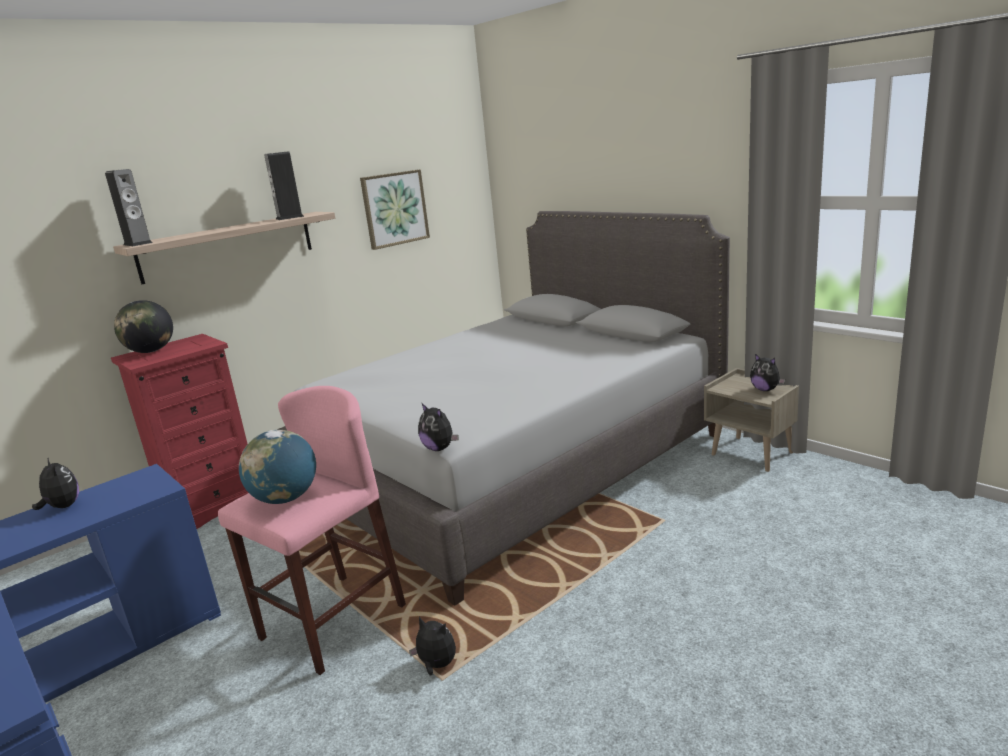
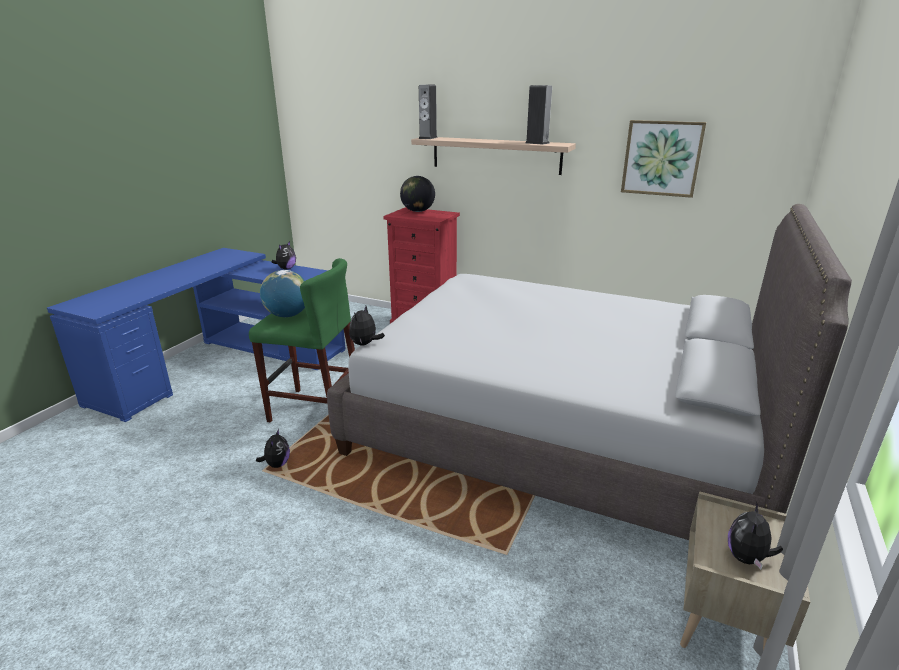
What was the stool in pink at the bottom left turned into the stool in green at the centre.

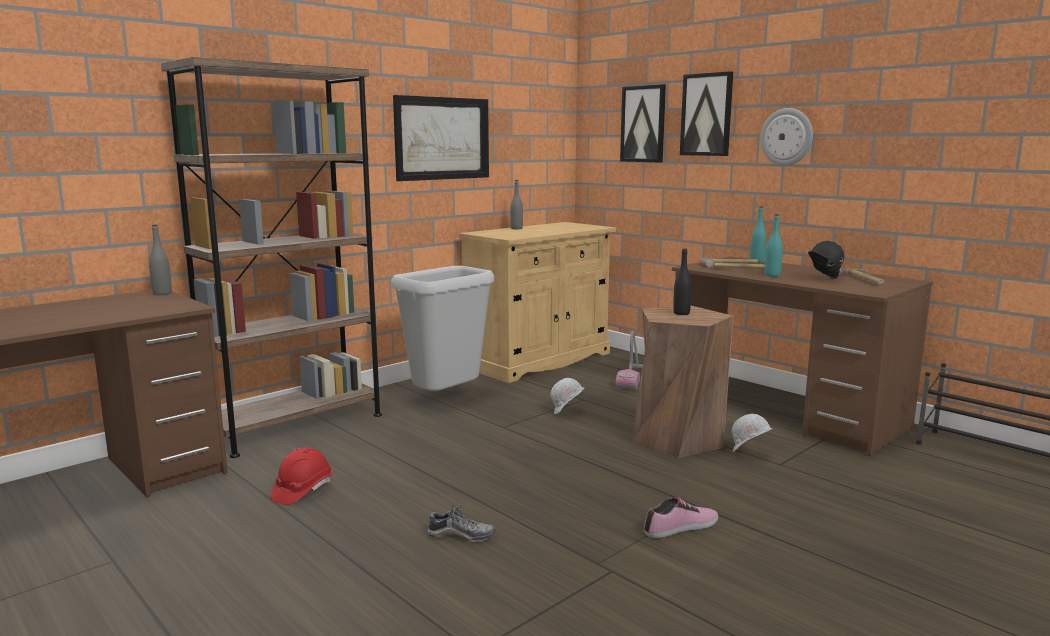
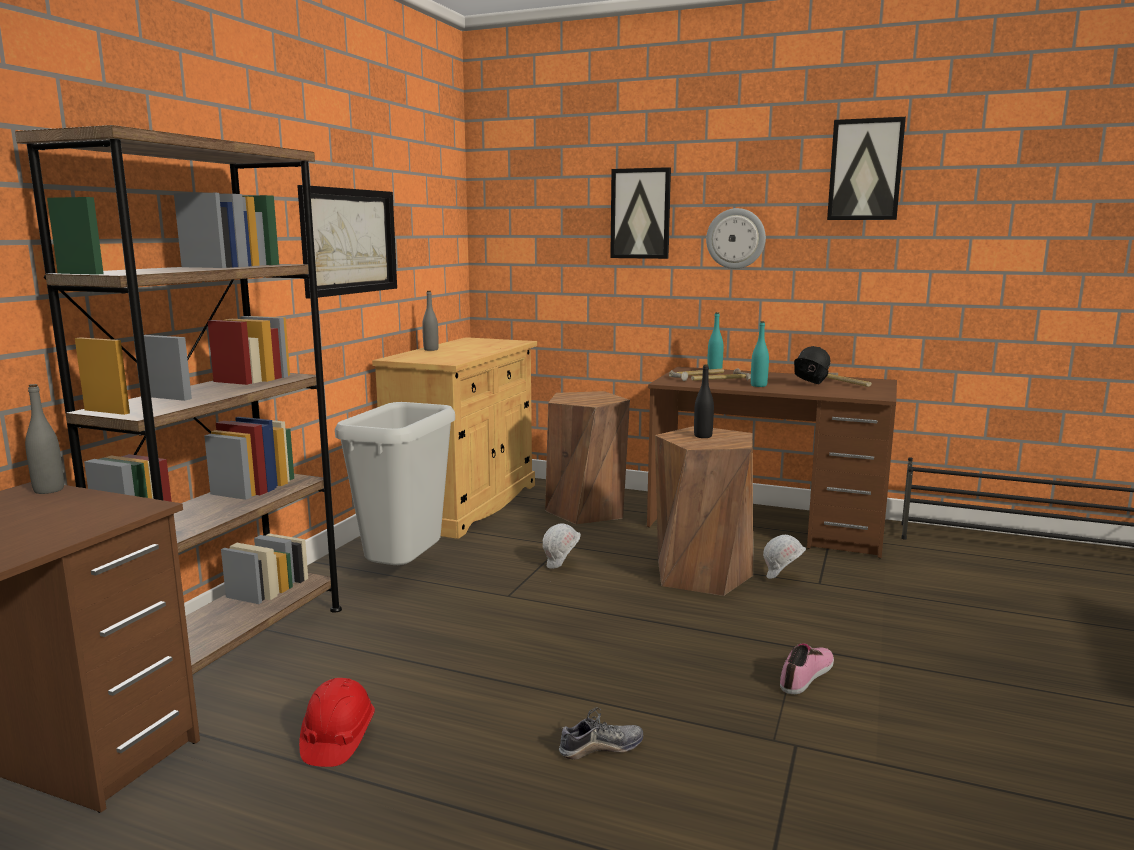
Where the vacuum cleaner stood at the centre, the stool in brown (1st from left) came to stand at the centre. The picture (2nd from left in the first image) ended up elsewhere, having gone from the top centre to the top right.

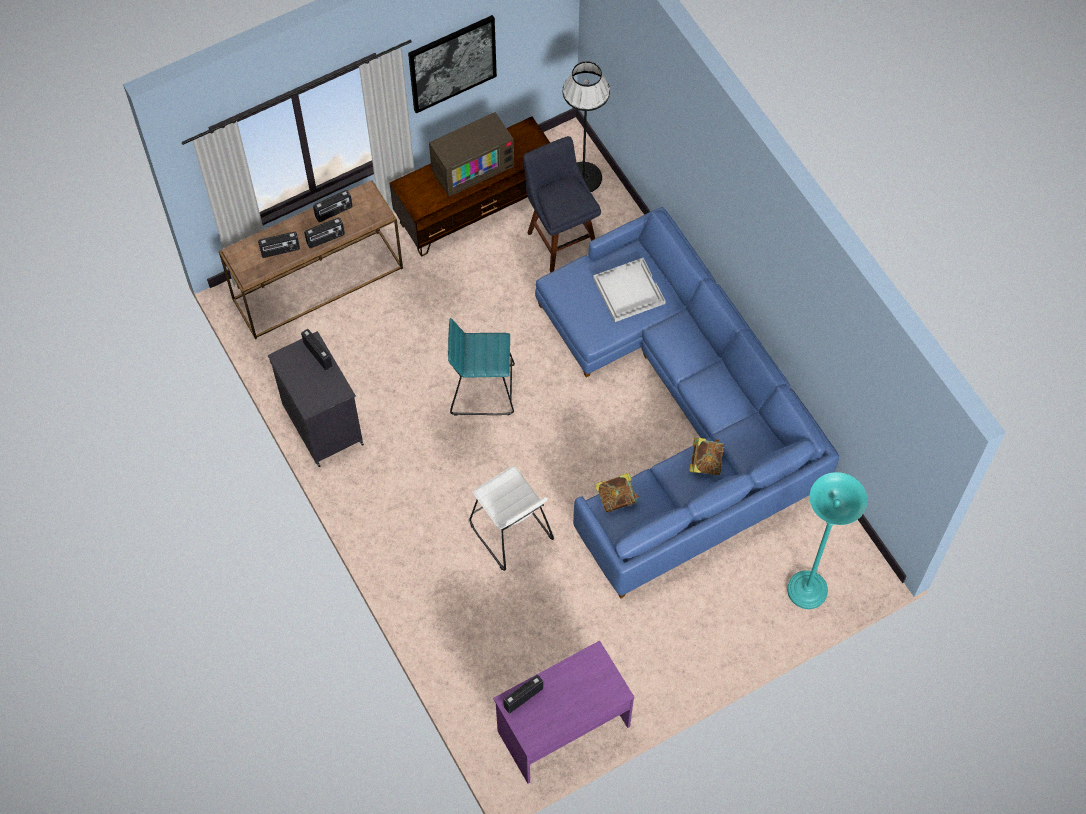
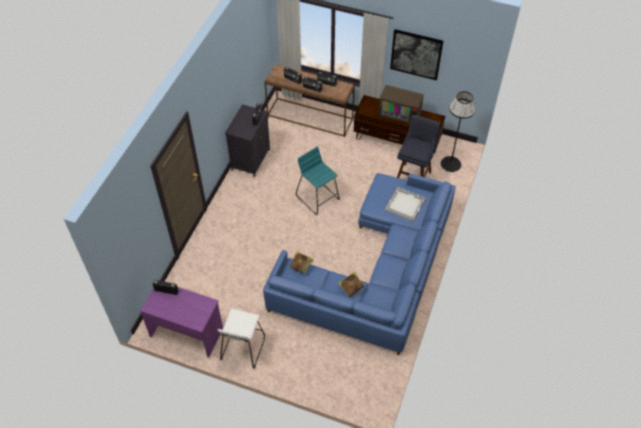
The stool in white ended up elsewhere, having gone from the centre to the bottom centre. The second view lost the floor lamp in turquoise at the middle right.

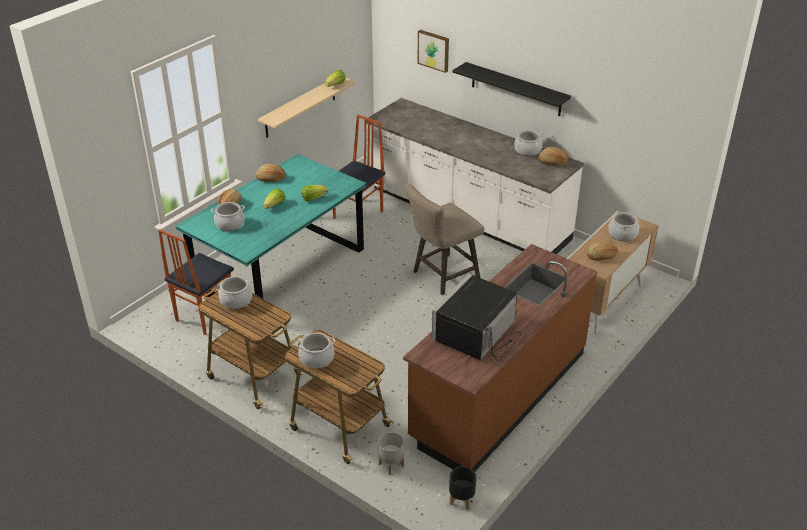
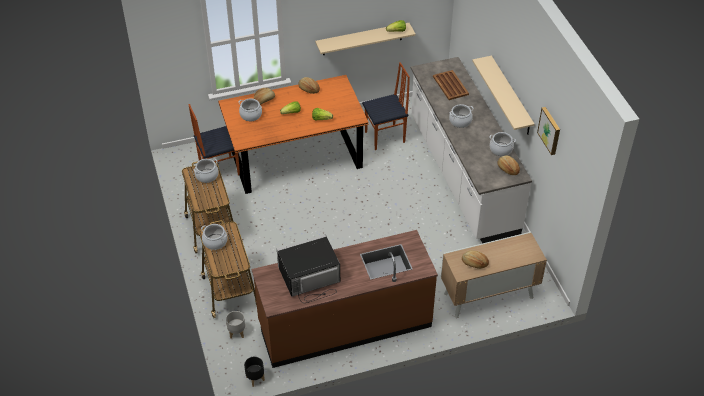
What was the dining table in turquoise at the centre turned into the dining table in orange at the centre. The second view gained the tray in brown at the top centre. The cooking pot (5th from left in the first image) ended up elsewhere, having gone from the middle right to the top centre. What was the shelf in black at the top centre turned into the shelf in beige (2nd from left) at the top right. The picture ended up elsewhere, having gone from the top centre to the top right. The second view lost the stool in beige at the centre.

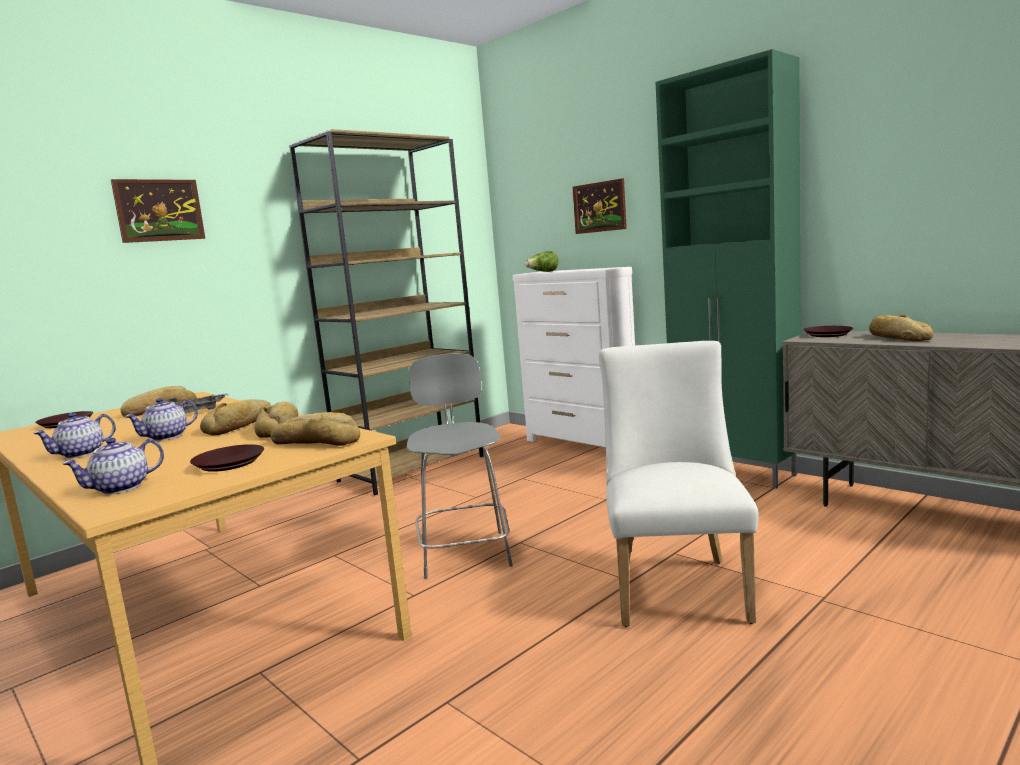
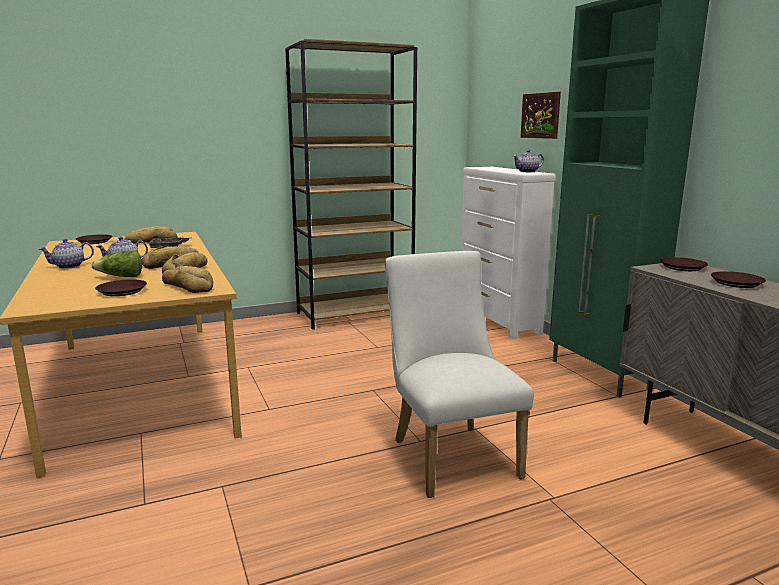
The lettuce ended up elsewhere, having gone from the centre to the middle left. The chair in white at the centre ended up facing another way, 45 degrees counterclockwise from before. The teapot (2nd from left in the first image) ended up elsewhere, having gone from the middle left to the top right. Where the bread (5th from left) stood at the middle right, the plate in brown (4th from left) came to stand at the middle right. The second view lost the picture (1st from left) at the top left. The second view lost the stool in grey at the centre.

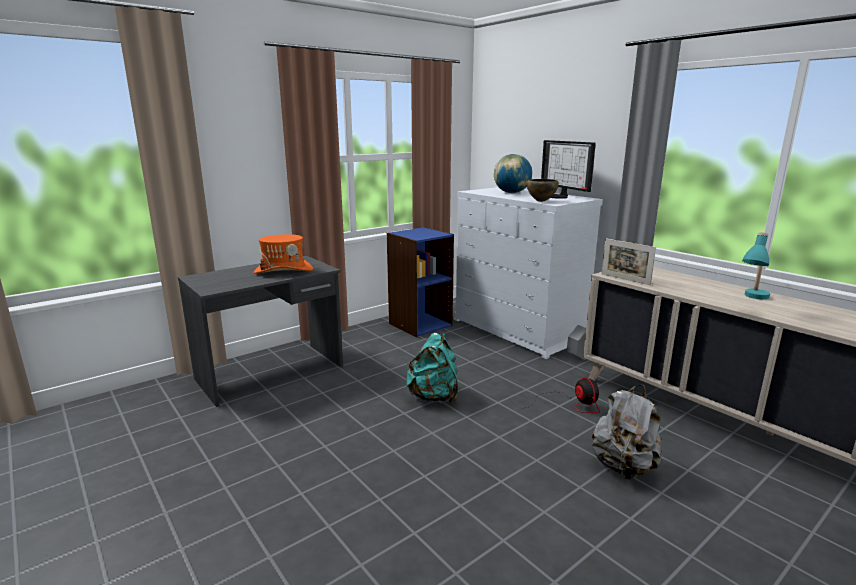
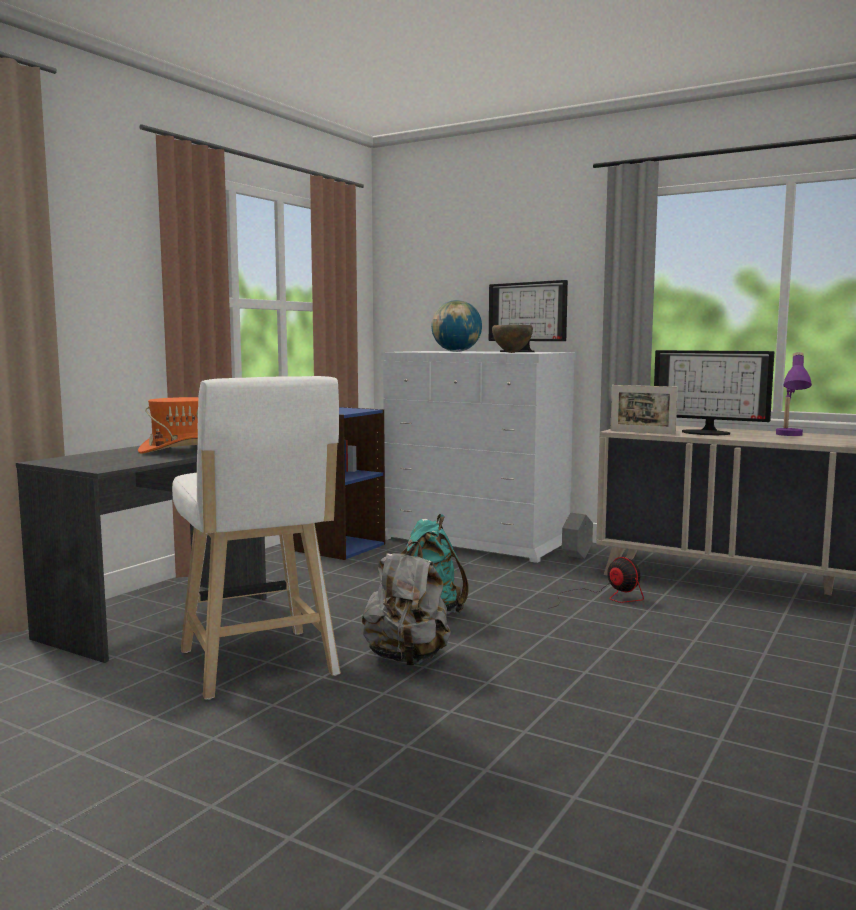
The second view gained the stool in white at the middle left. The backpack in grey ended up elsewhere, having gone from the bottom right to the centre. The second view gained the monitor (2nd from left) at the middle right. What was the table lamp in turquoise at the middle right turned into the table lamp in purple at the middle right.

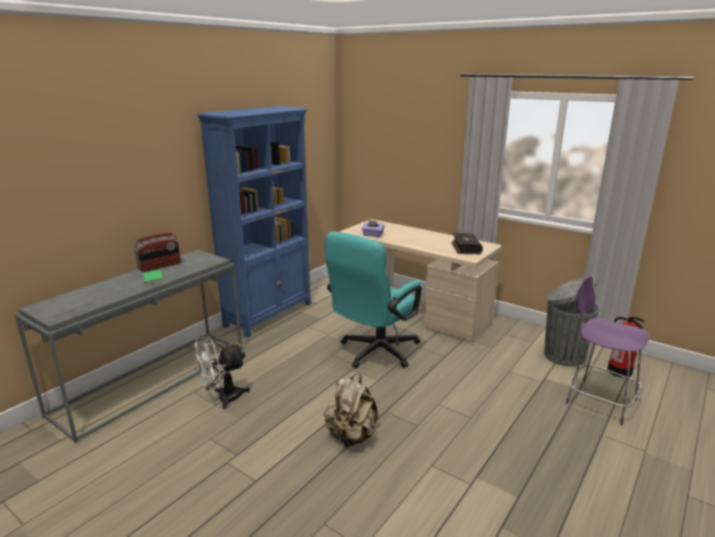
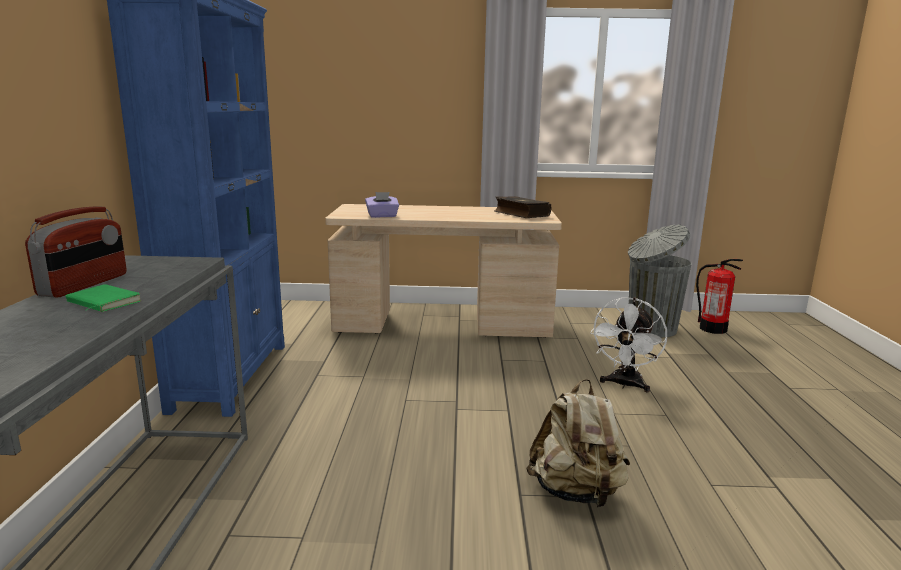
The fan in white ended up elsewhere, having gone from the bottom left to the middle right. The second view lost the office chair in turquoise at the centre. The second view lost the stool in purple at the middle right.

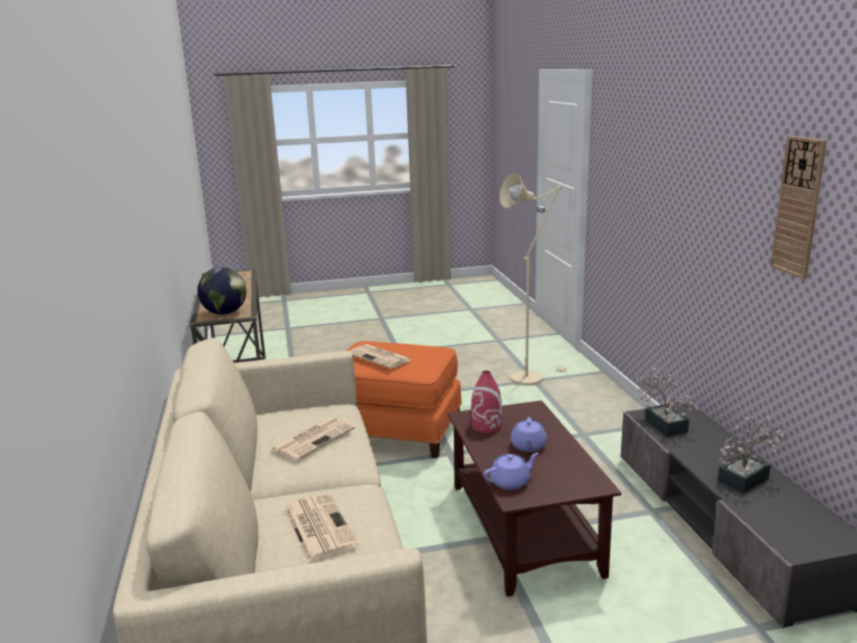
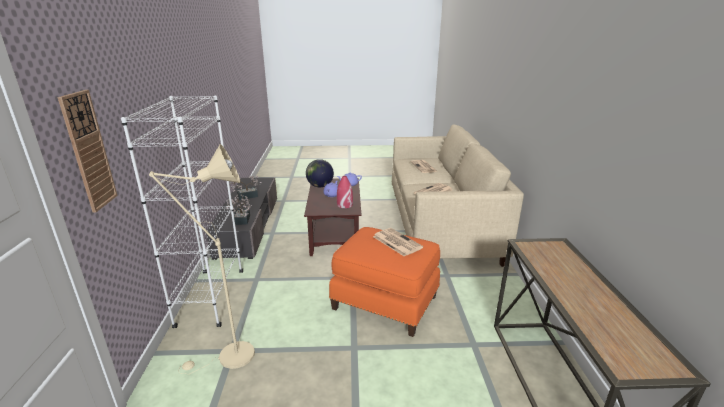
The wall clock ended up elsewhere, having gone from the top right to the middle left. The second view gained the bookcase in white at the middle left. The globe ended up elsewhere, having gone from the middle left to the centre.

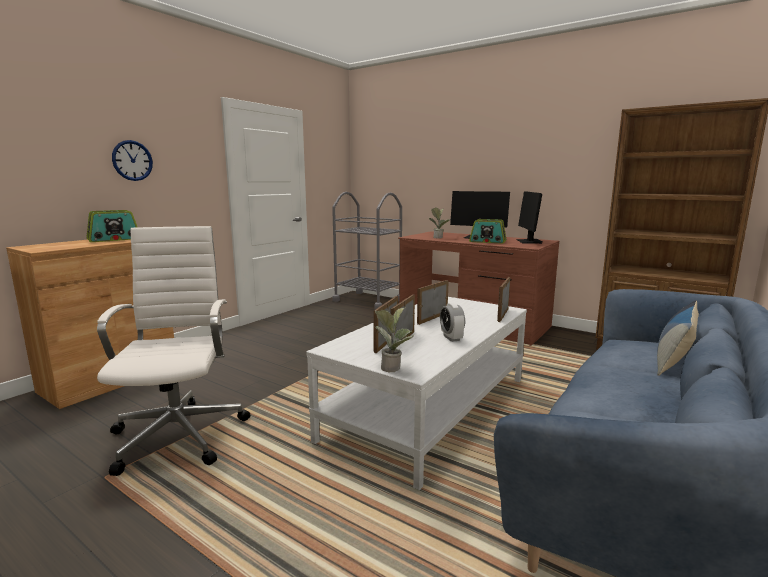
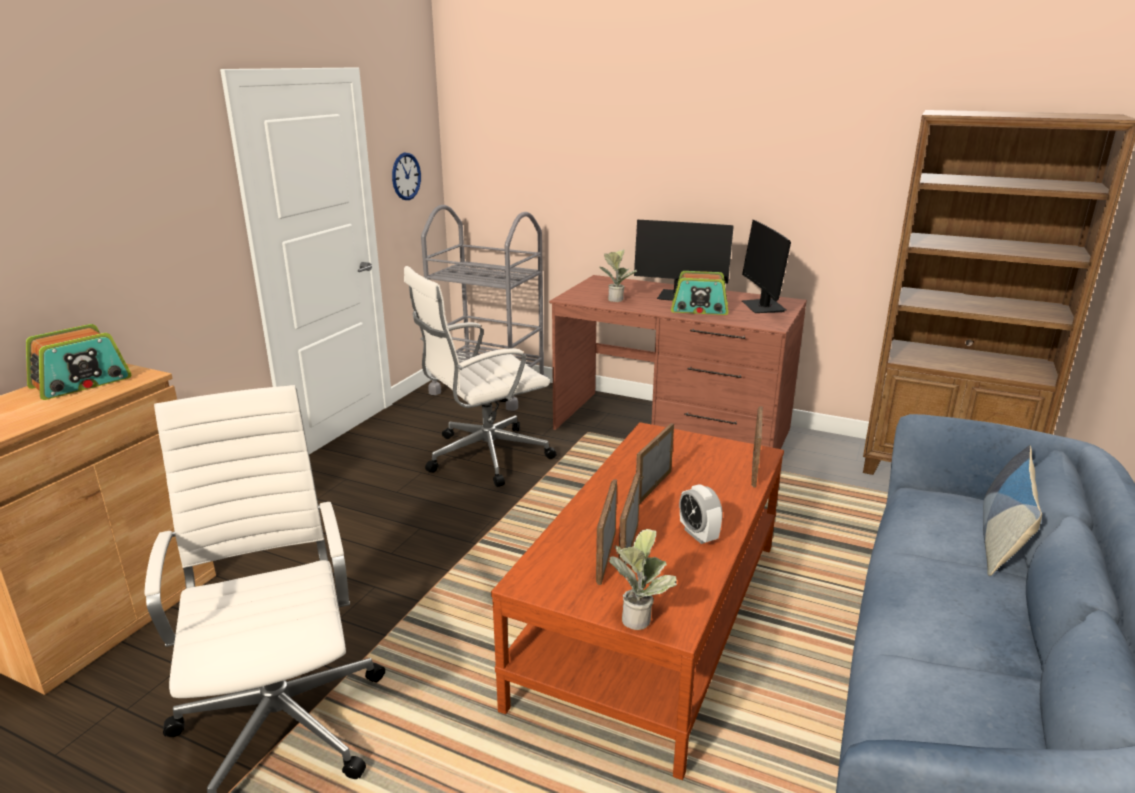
The wall clock ended up elsewhere, having gone from the top left to the top centre. The second view gained the office chair in white (2nd from left) at the centre. What was the coffee table in white at the bottom centre turned into the coffee table in brown at the bottom centre.

